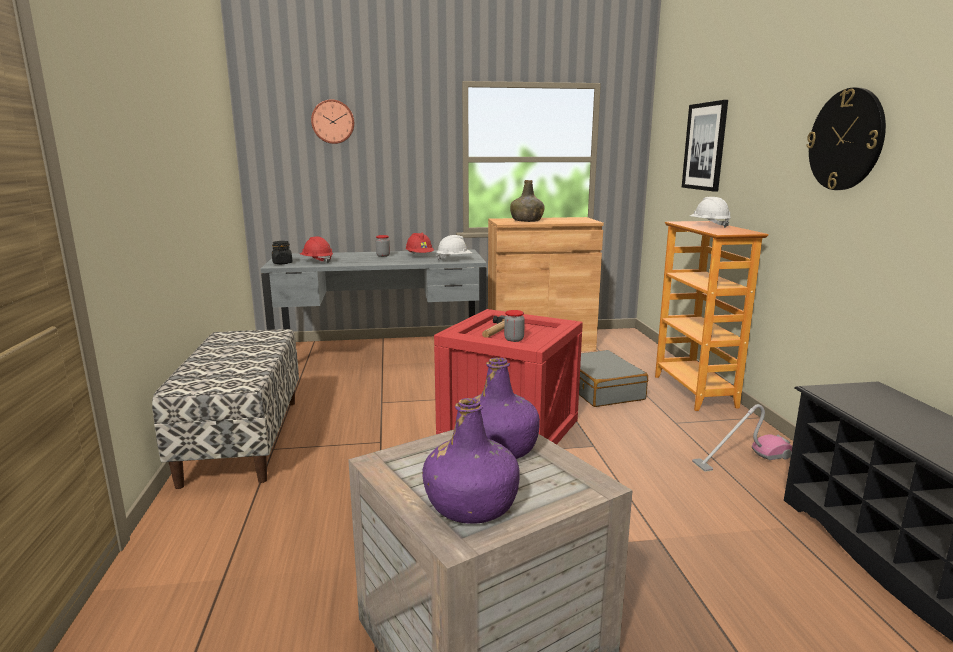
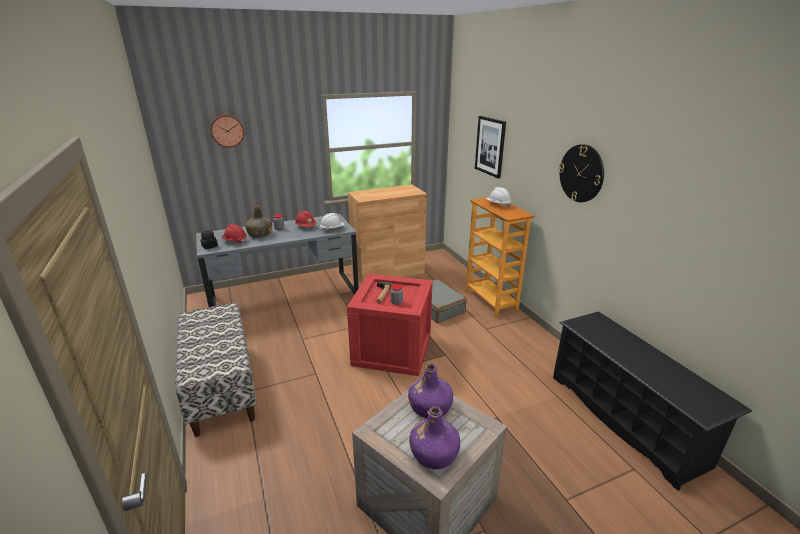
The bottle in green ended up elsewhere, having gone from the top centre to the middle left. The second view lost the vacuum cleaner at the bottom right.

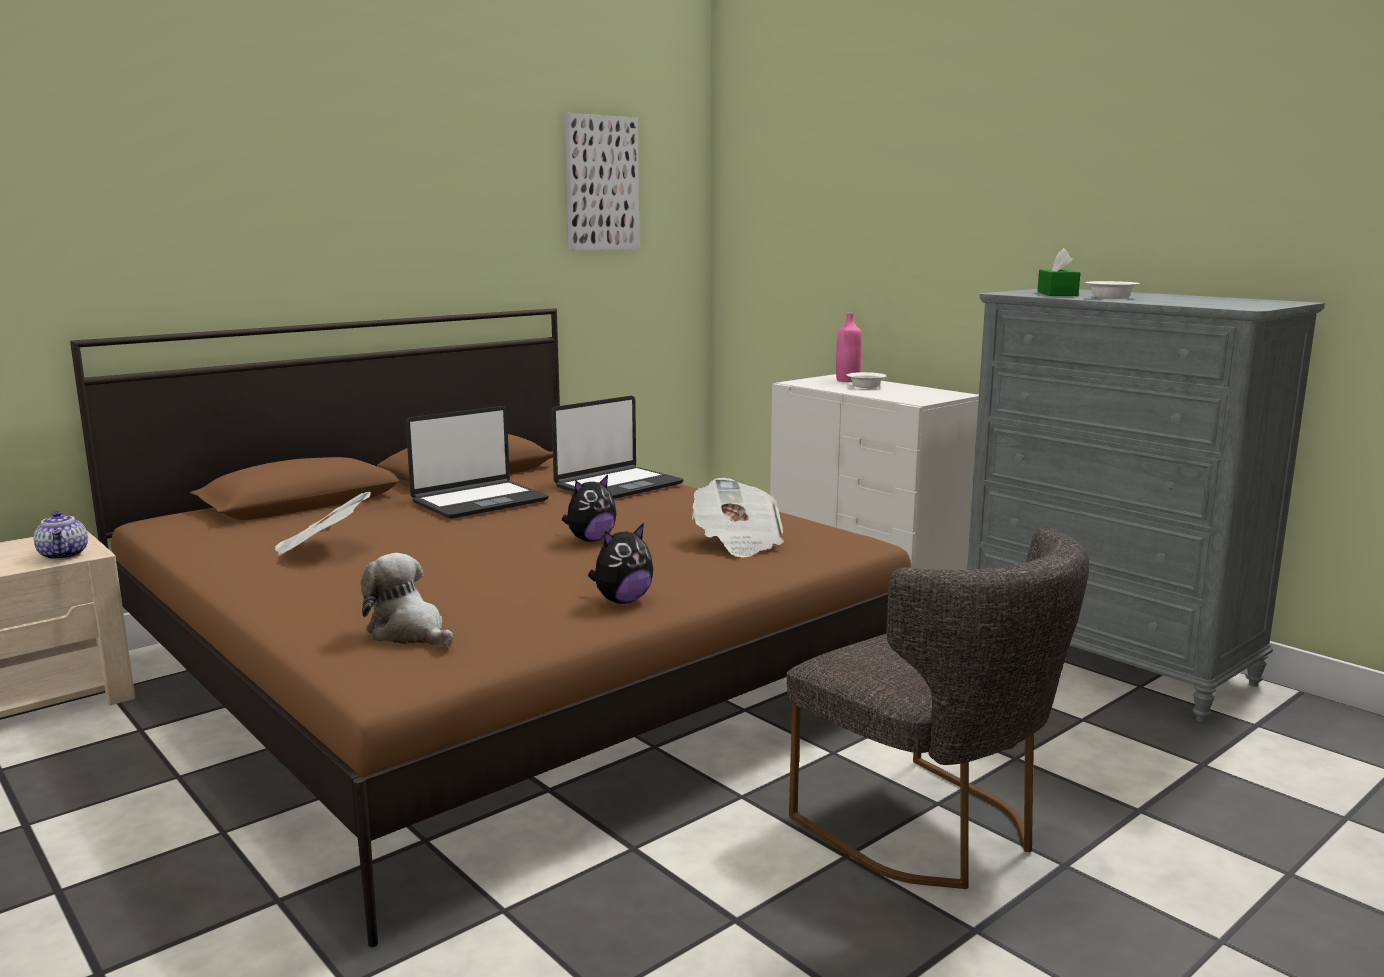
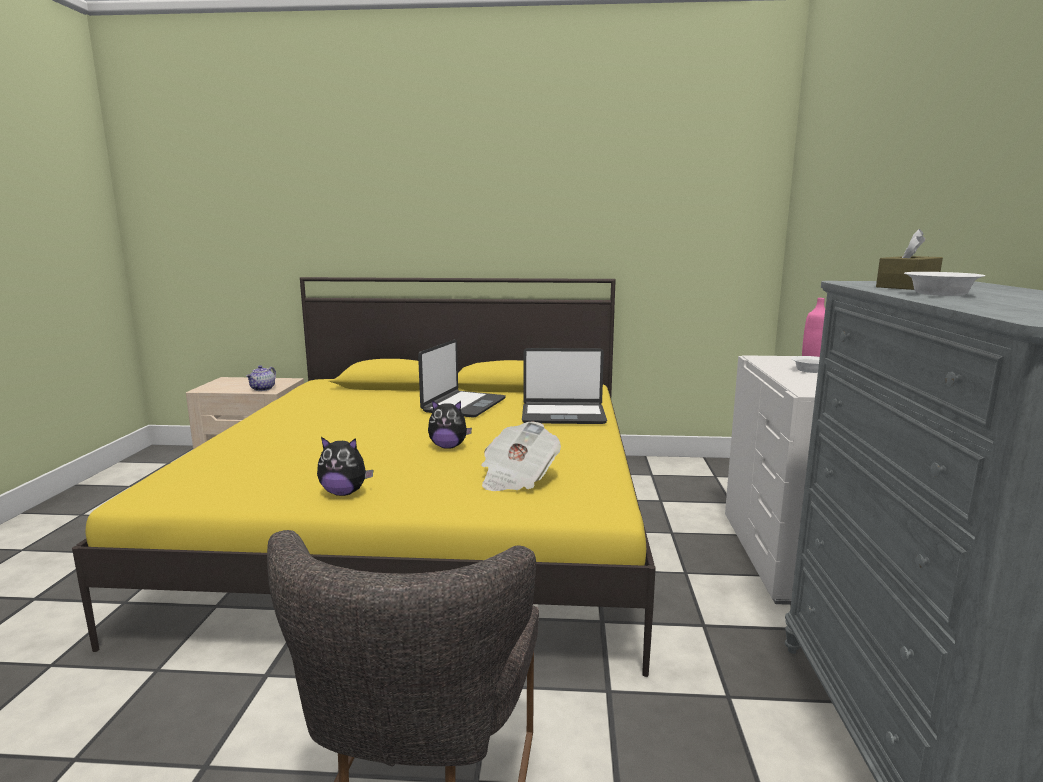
What was the bed in brown at the centre turned into the bed in yellow at the centre. The laptop (1st from left) at the centre ended up facing another way, 75 degrees counterclockwise from before. What was the tissue box in green at the top right turned into the tissue box in brown at the top right. The second view lost the newspaper (1st from left) at the middle left. The second view lost the plush toy (1st from left) at the middle left. The second view lost the picture at the top centre.

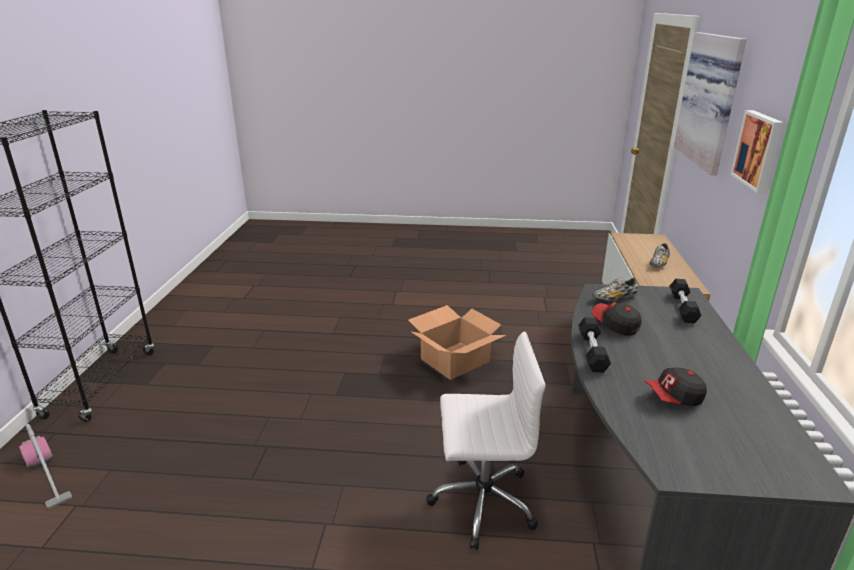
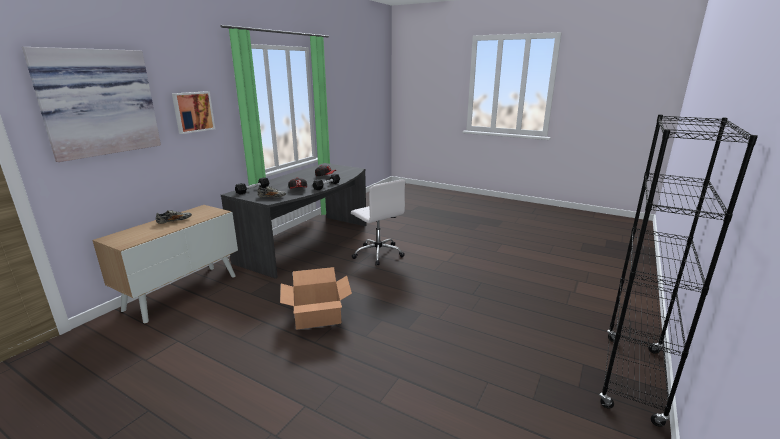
The office chair in white at the bottom centre ended up facing another way, 150 degrees counterclockwise from before. The second view lost the vacuum cleaner at the bottom left.

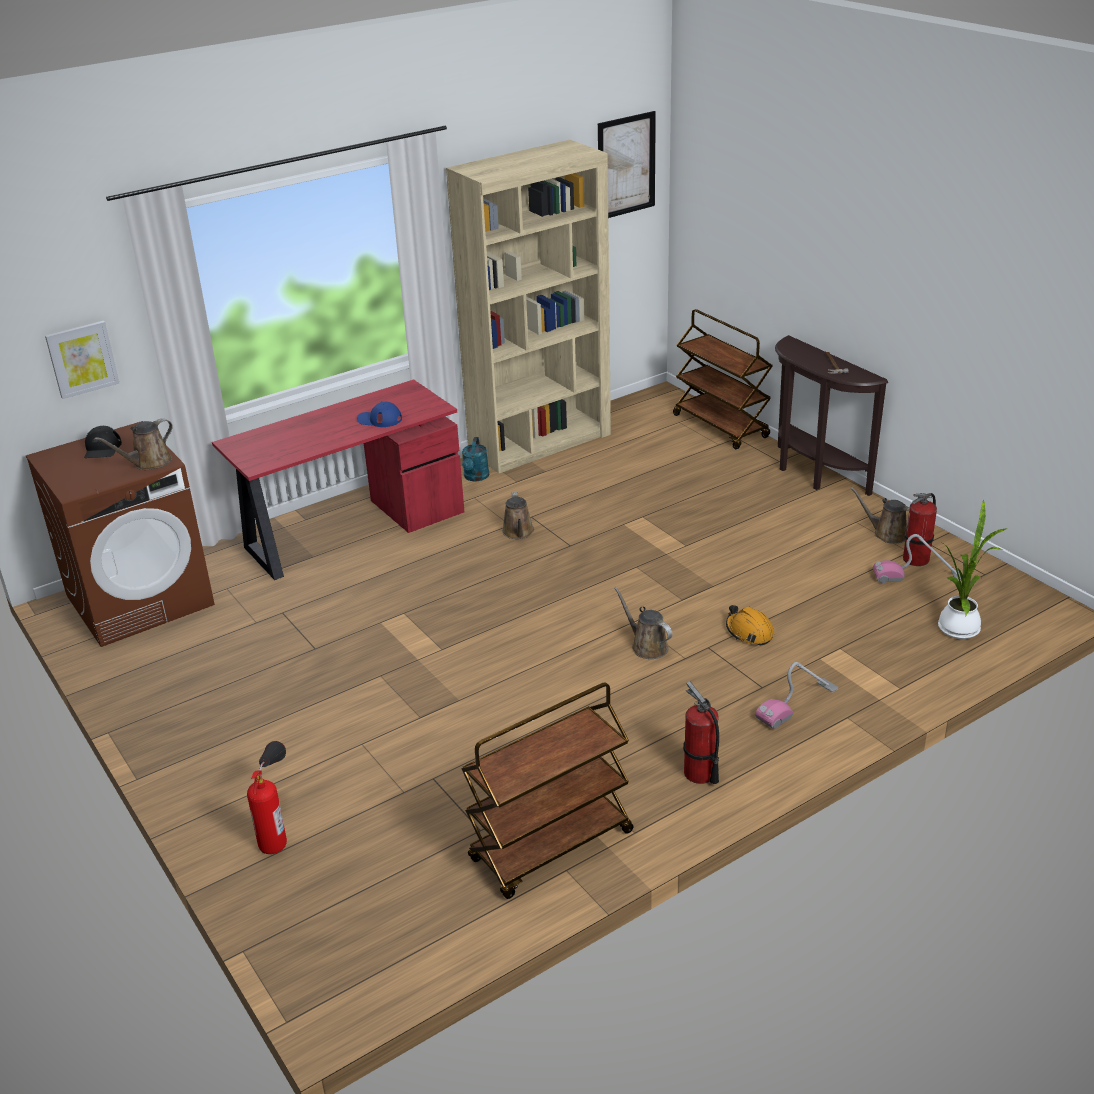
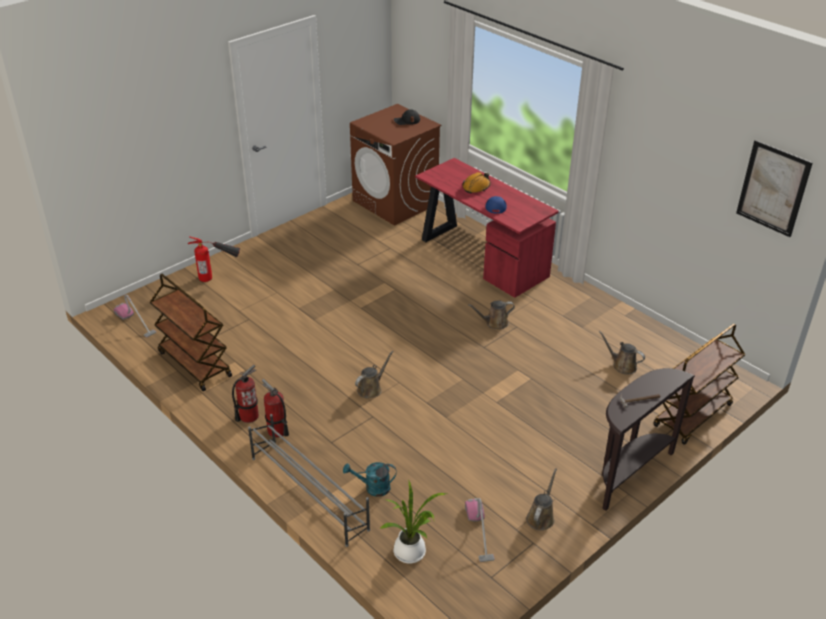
The vacuum cleaner (1st from left) ended up elsewhere, having gone from the middle right to the middle left. The second view gained the shoe rack in grey at the bottom centre. The fire extinguisher (3rd from left) ended up elsewhere, having gone from the middle right to the middle left. The watering can in turquoise ended up elsewhere, having gone from the centre to the bottom centre. The hard hat in orange ended up elsewhere, having gone from the middle right to the top centre. The watering can in brown (1st from left in the first image) ended up elsewhere, having gone from the middle left to the middle right. The second view lost the picture (1st from left) at the top left. The second view lost the bookcase in beige at the top centre.

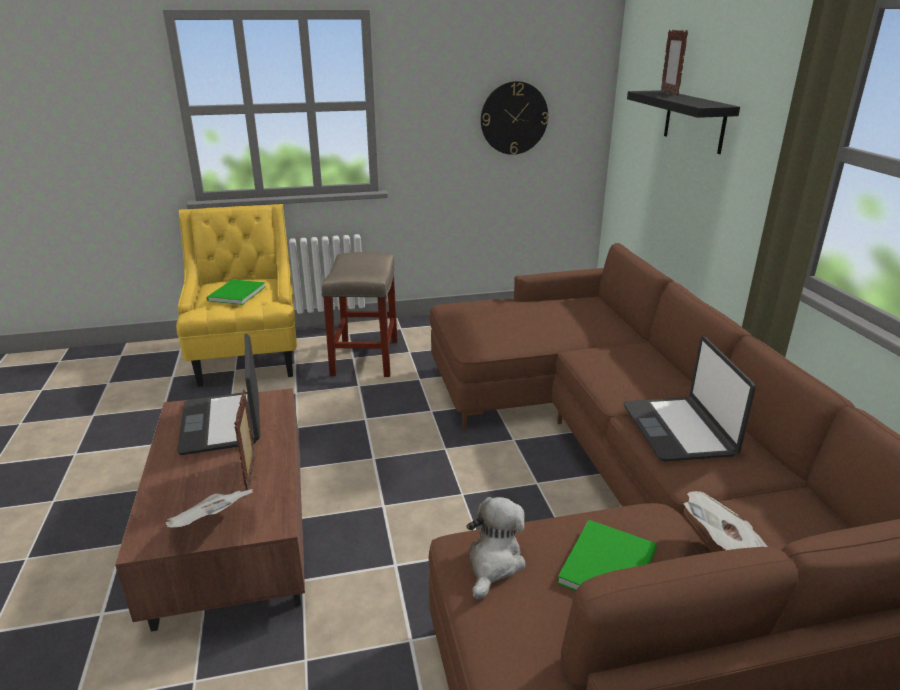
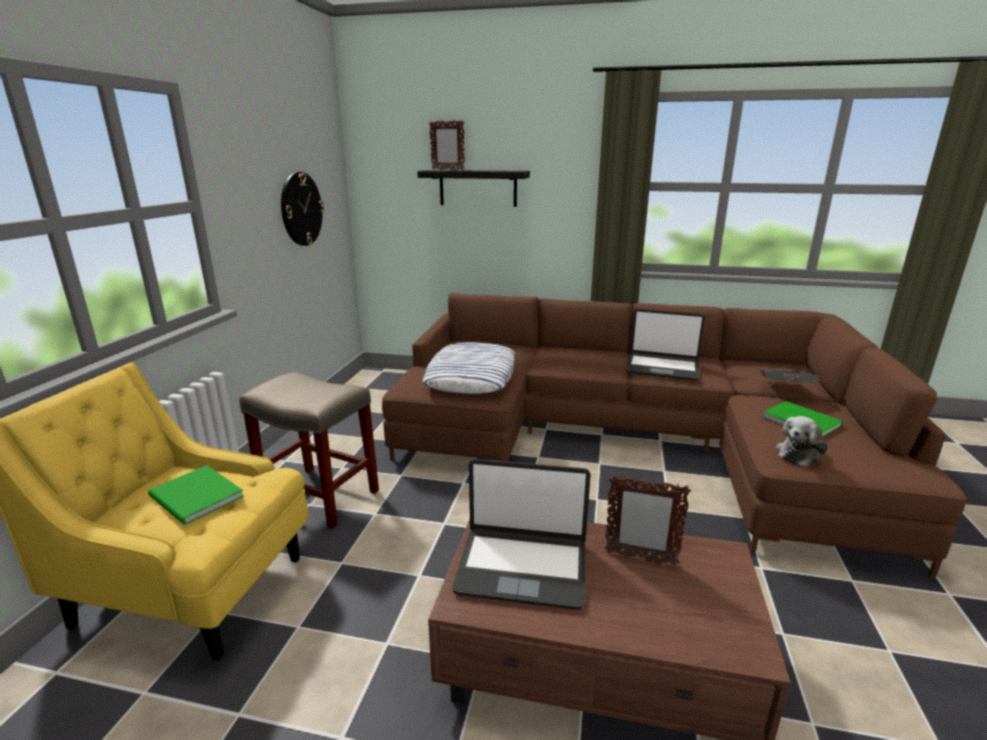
The second view gained the pillow at the centre. The plush toy at the bottom centre ended up facing another way, 90 degrees counterclockwise from before. The second view lost the newspaper (1st from left) at the bottom left.

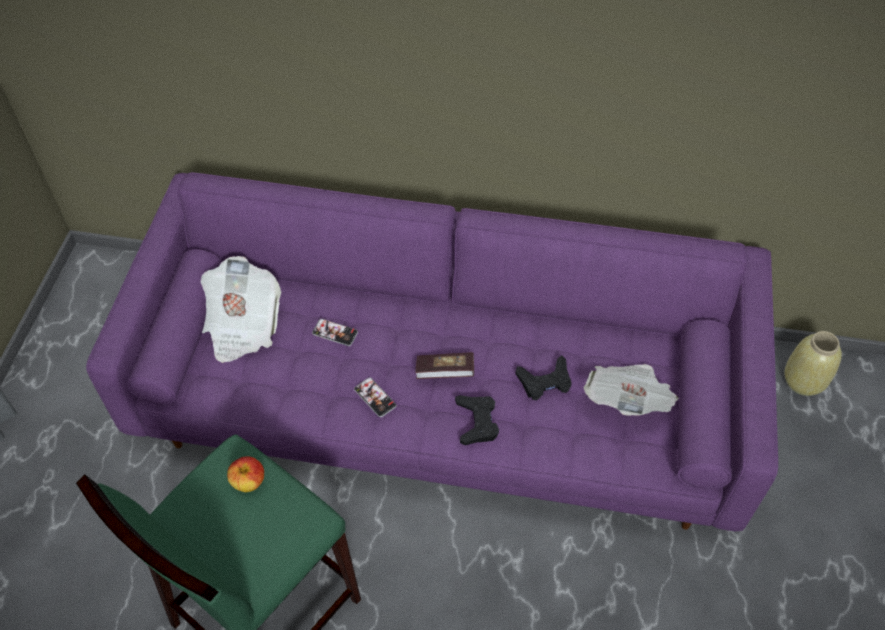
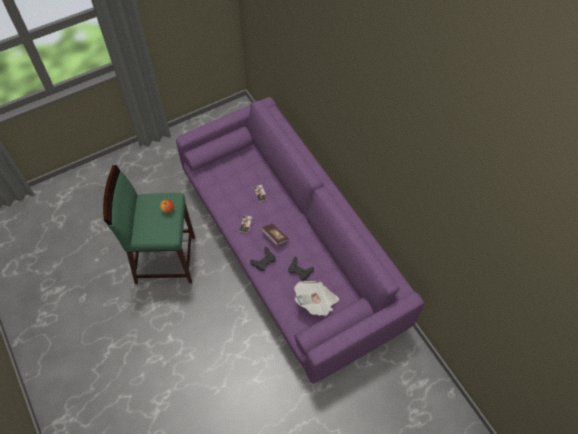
The second view lost the newspaper (1st from left) at the middle left. The second view lost the vase in beige at the middle right.

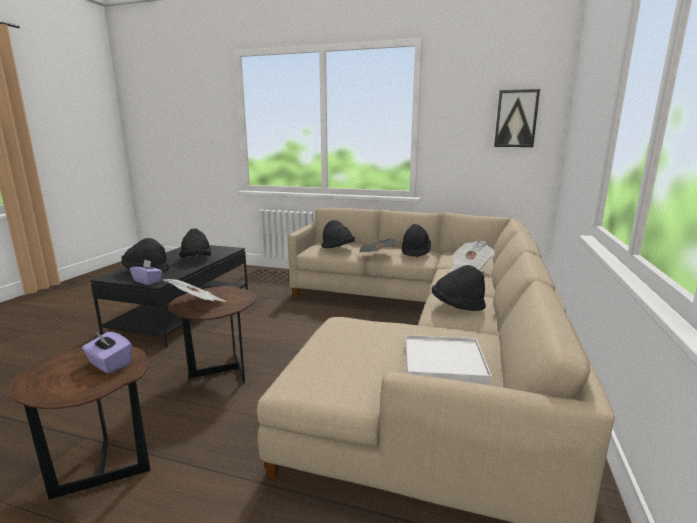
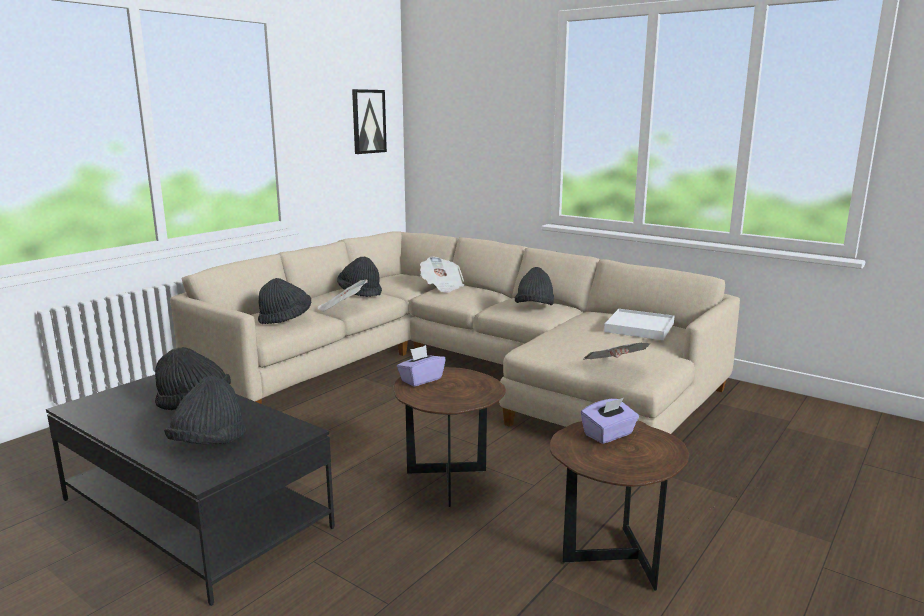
The tissue box in purple (2nd from left in the first image) ended up elsewhere, having gone from the middle left to the centre. The newspaper (1st from left in the first image) ended up elsewhere, having gone from the middle left to the middle right.

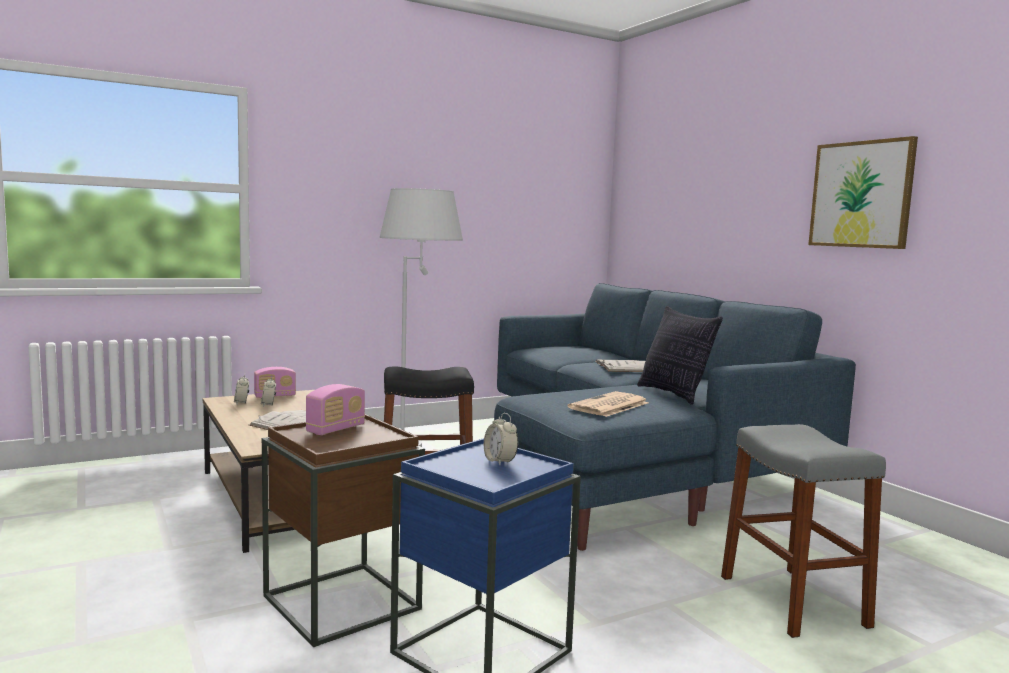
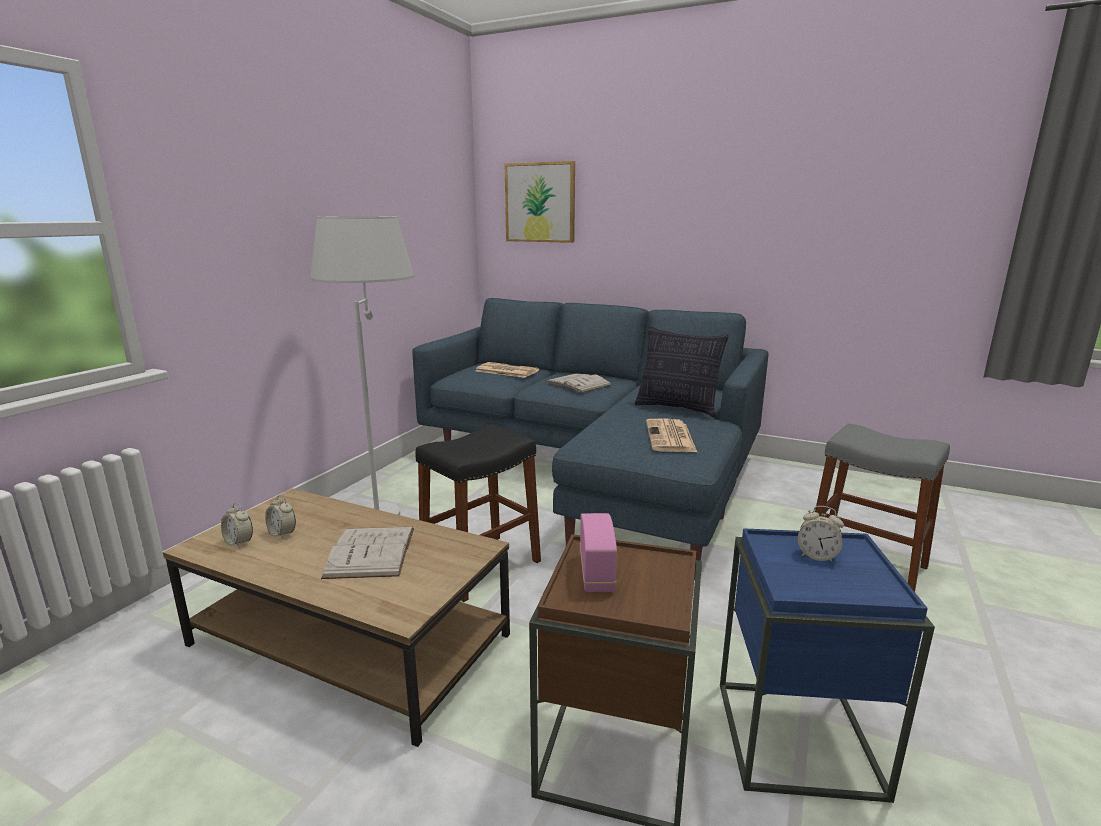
The second view gained the newspaper (1st from left) at the centre. The picture ended up elsewhere, having gone from the top right to the top centre. The second view lost the radio (1st from left) at the middle left.

